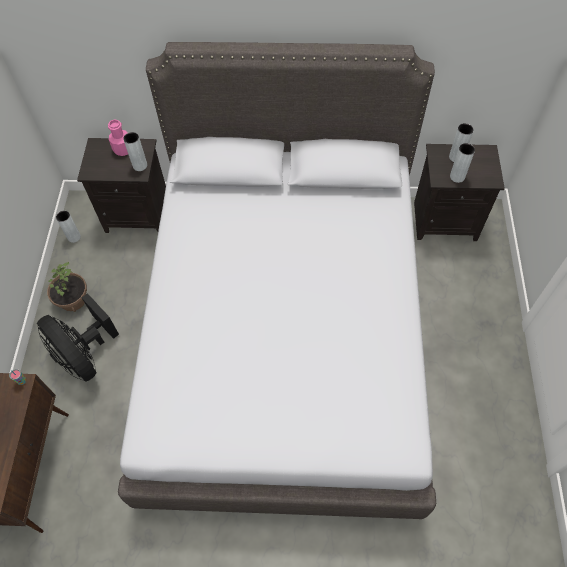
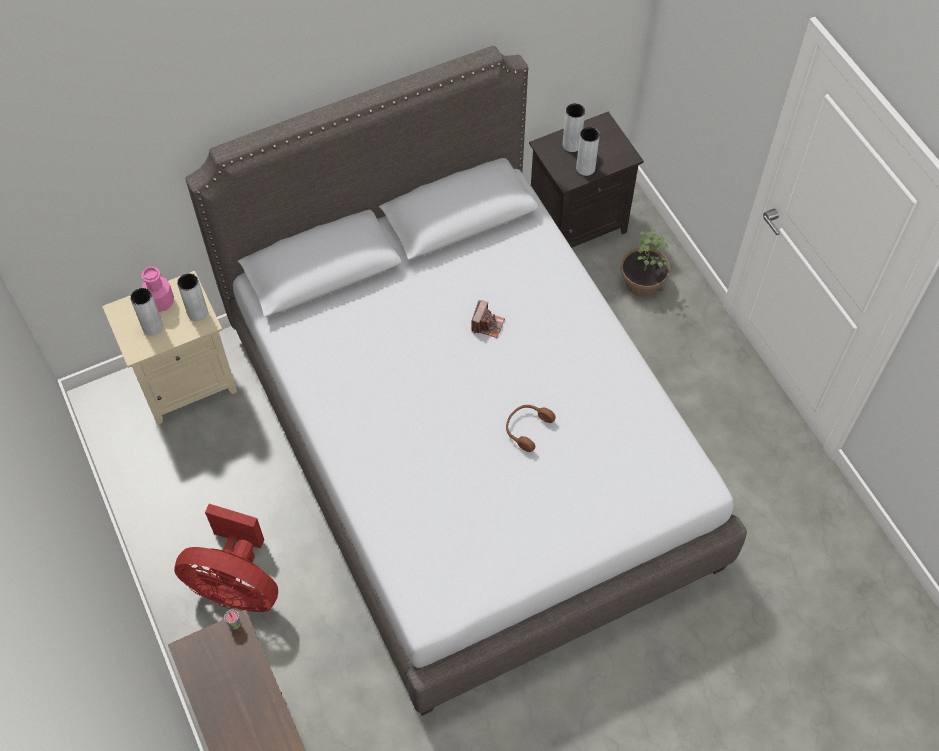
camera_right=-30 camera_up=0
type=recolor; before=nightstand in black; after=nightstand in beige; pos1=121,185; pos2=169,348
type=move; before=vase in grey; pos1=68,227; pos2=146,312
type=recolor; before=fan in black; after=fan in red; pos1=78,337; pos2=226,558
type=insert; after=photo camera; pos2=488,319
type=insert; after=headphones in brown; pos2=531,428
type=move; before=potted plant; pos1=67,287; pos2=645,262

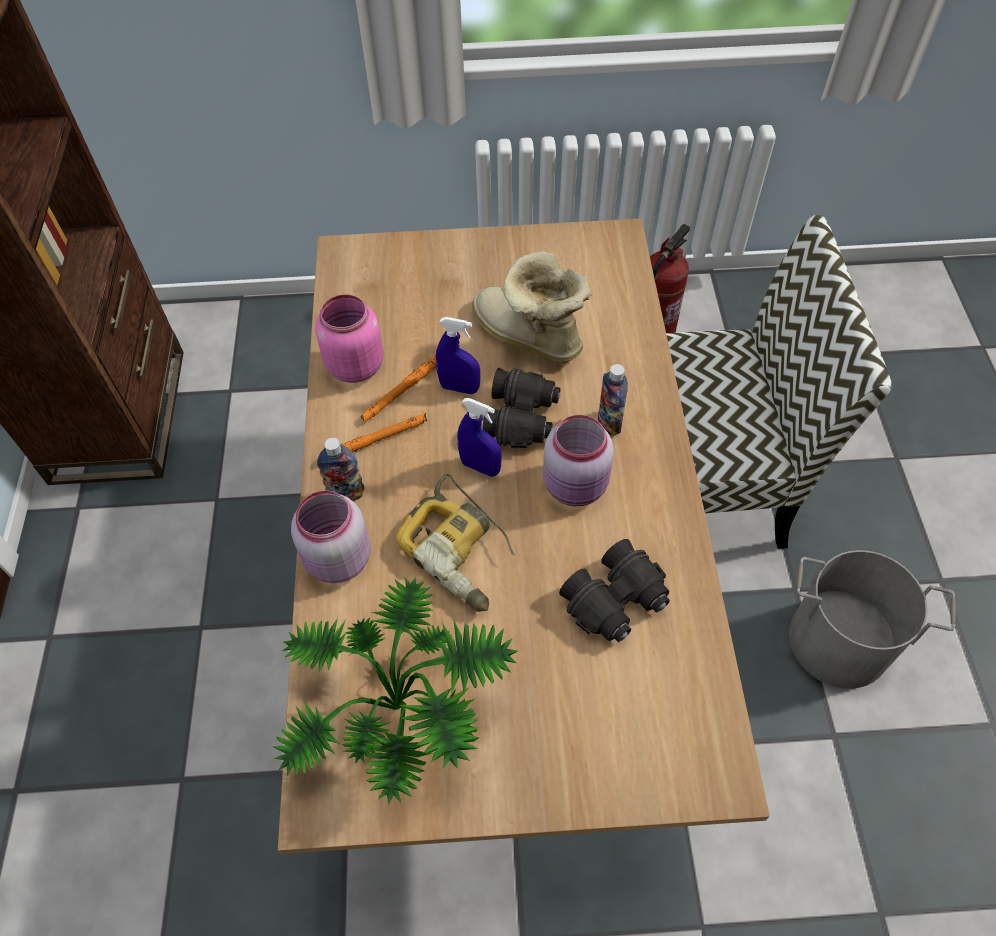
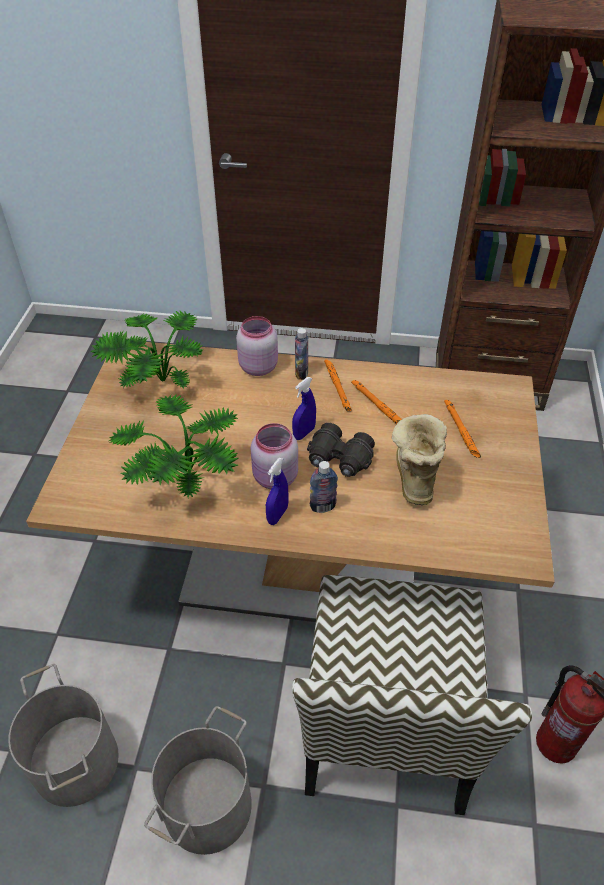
camera_right=100 camera_up=-10
type=insert; after=bucket in grey; pos2=63,735
type=replace; before=binoculars in black; after=potted plant; pos1=614,590; pos2=174,446
type=move; before=spray bottle in blue; pos1=458,355; pos2=277,491
type=rotate; before=boot; pos1=532,307; pos2=419,459; turn=-45
type=insert; after=flashlight in orange; pos2=462,429
type=delete; before=jar in pink; pos1=349,339
type=delete; before=power drill; pos1=455,543

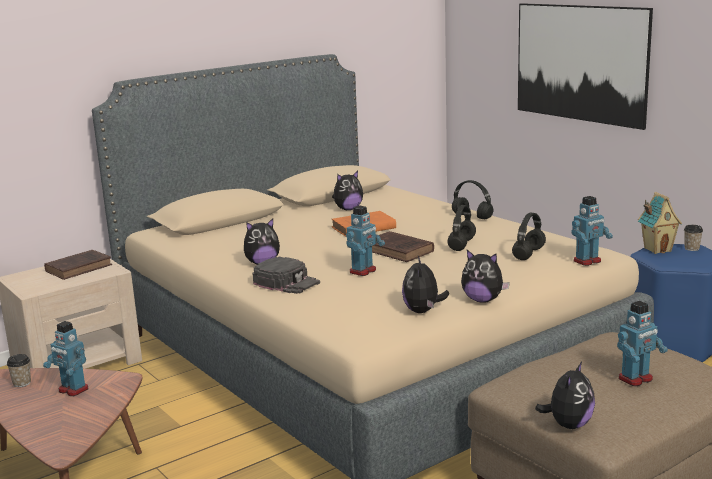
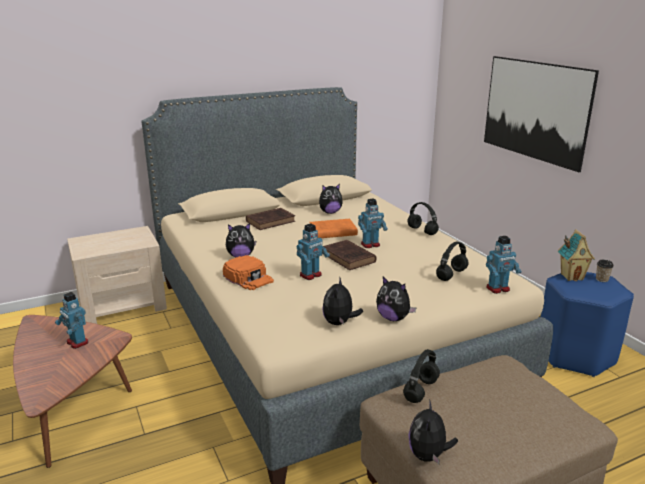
camera_right=10 camera_up=5
type=recolor; before=cap in black; after=cap in orange; pos1=286,275; pos2=248,272
type=move; before=book in brown; pos1=78,265; pos2=270,219
type=move; before=toy robot; pos1=642,343; pos2=373,223
type=move; before=headphones in black; pos1=462,228; pos2=421,376
type=rotate; before=plush toy; pos1=565,395; pos2=433,431; turn=150
type=delete; before=cup; pos1=19,370

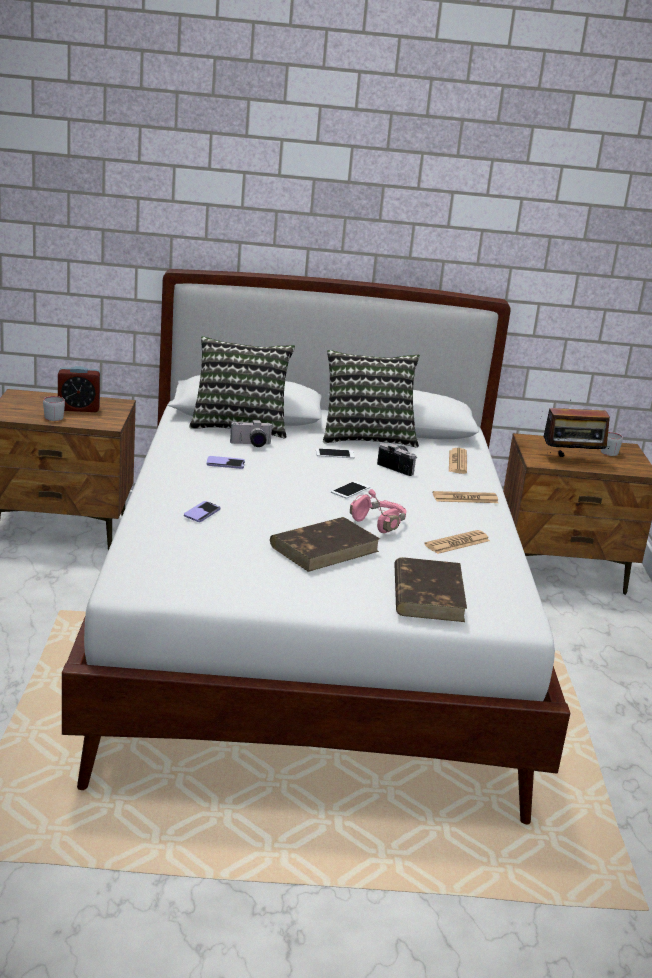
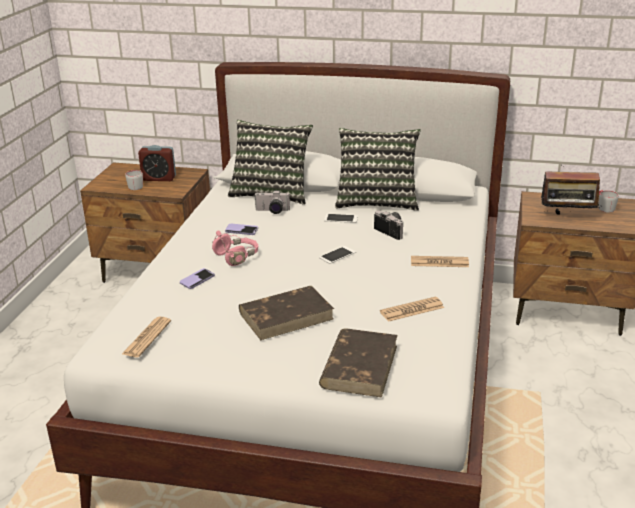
camera_right=15 camera_up=5
type=move; before=newspaper; pos1=458,461; pos2=146,337
type=move; before=headphones in pink; pos1=378,511; pos2=235,248

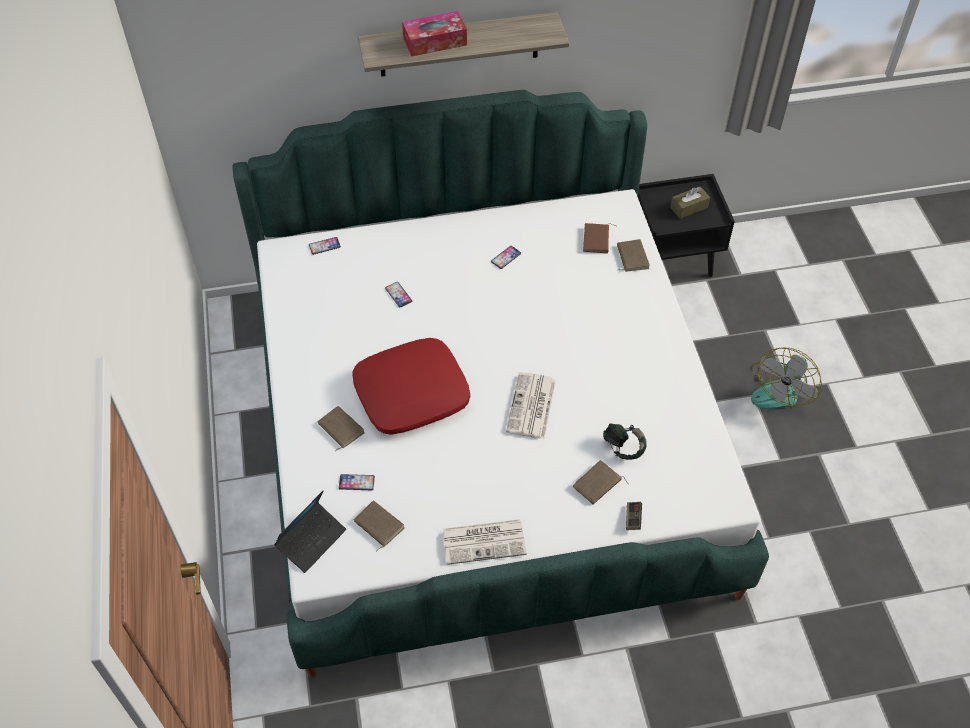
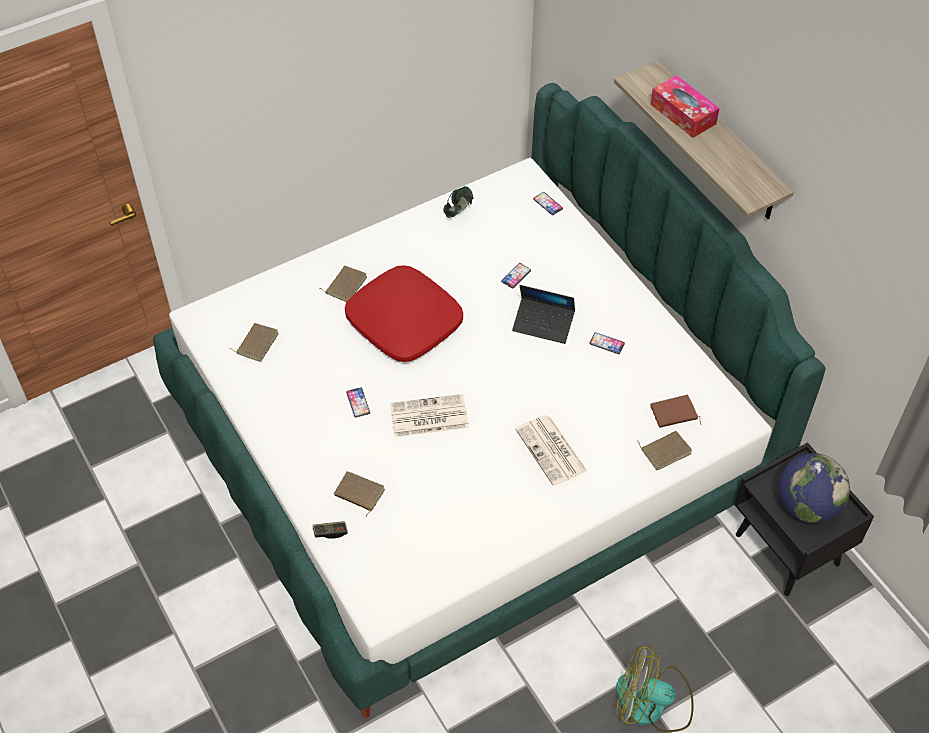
camera_right=70 camera_up=0
type=move; before=phone; pos1=357,482; pos2=358,402
type=move; before=headphones; pos1=625,441; pos2=458,202
type=move; before=laptop; pos1=310,532; pos2=543,314
type=move; before=newspaper; pos1=485,542; pos2=551,450
type=replace; before=tissue box in brown; after=globe; pos1=690,202; pos2=814,488

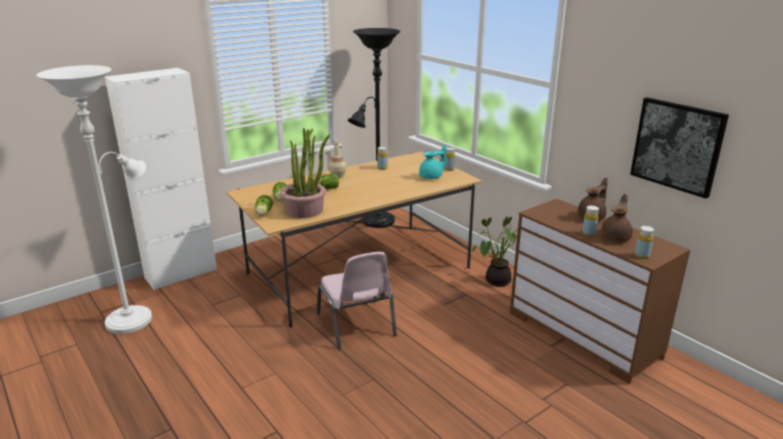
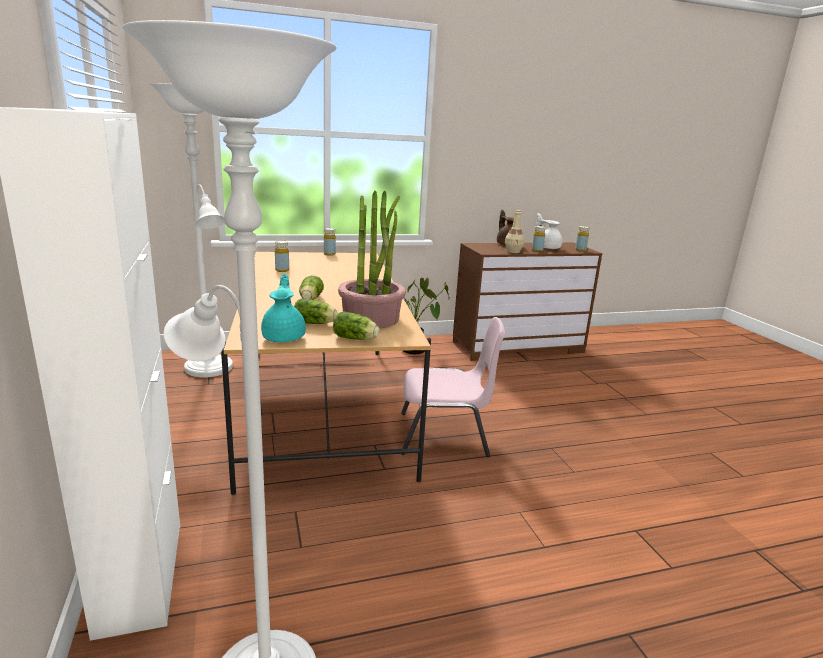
camera_right=-70 camera_up=-5
type=recolor; before=floor lamp in black; after=floor lamp in white; pos1=374,128; pos2=191,230
type=move; before=teapot in turquoise; pos1=432,162; pos2=283,307
type=move; before=bottle in beige; pos1=337,159; pos2=515,231
type=recolor; before=teapot in brown; after=teapot in white; pos1=617,218; pos2=549,231
type=delete; before=picture; pos1=679,147

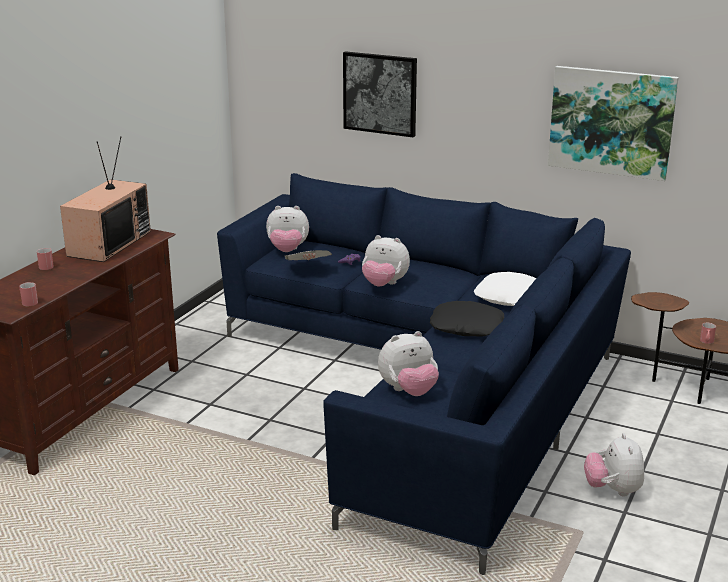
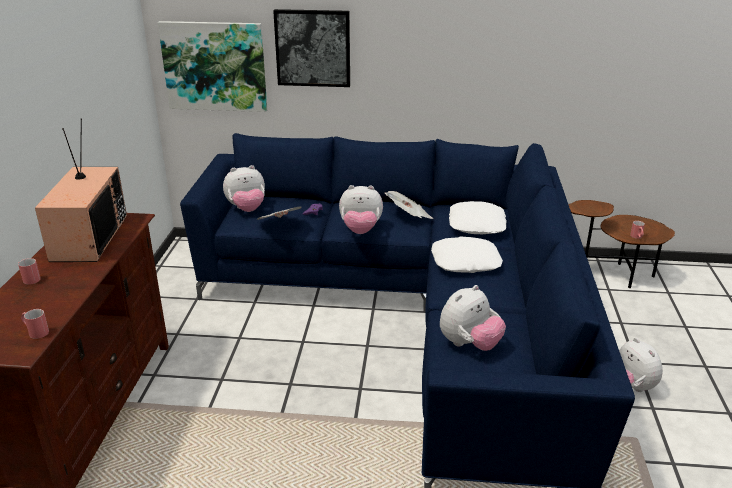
camera_right=-20 camera_up=5
type=move; before=picture; pos1=613,123; pos2=212,66
type=insert; after=newspaper; pos2=409,205
type=recolor; before=pillow in black; after=pillow in white; pos1=467,318; pos2=467,254

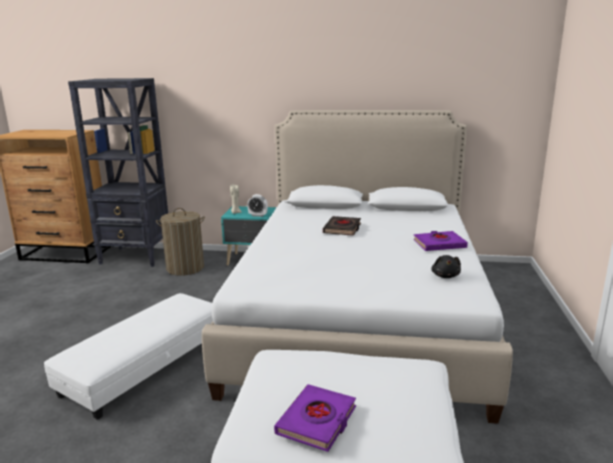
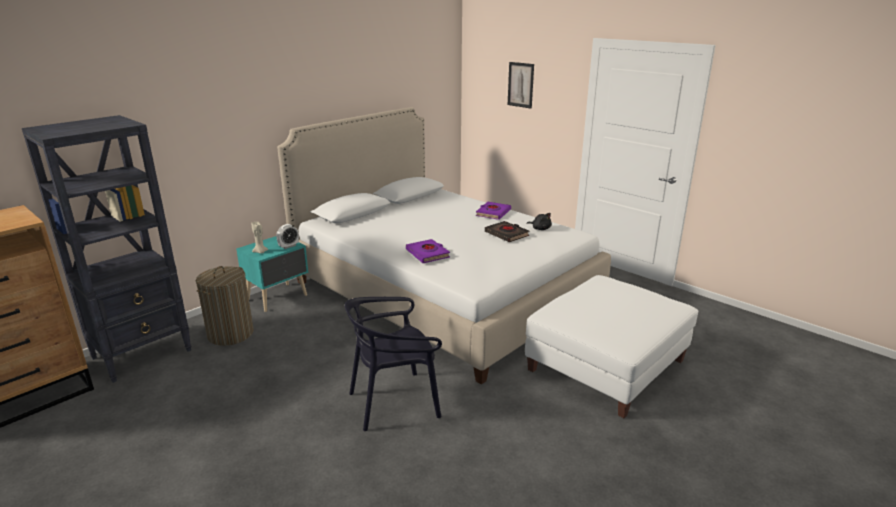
camera_right=-55 camera_up=5
type=replace; before=ottoman in white; after=chair in black; pos1=128,356; pos2=393,364
type=move; before=book in purple; pos1=315,418; pos2=428,251
type=move; before=book in black; pos1=342,226; pos2=507,231
type=insert; after=picture; pos2=521,85

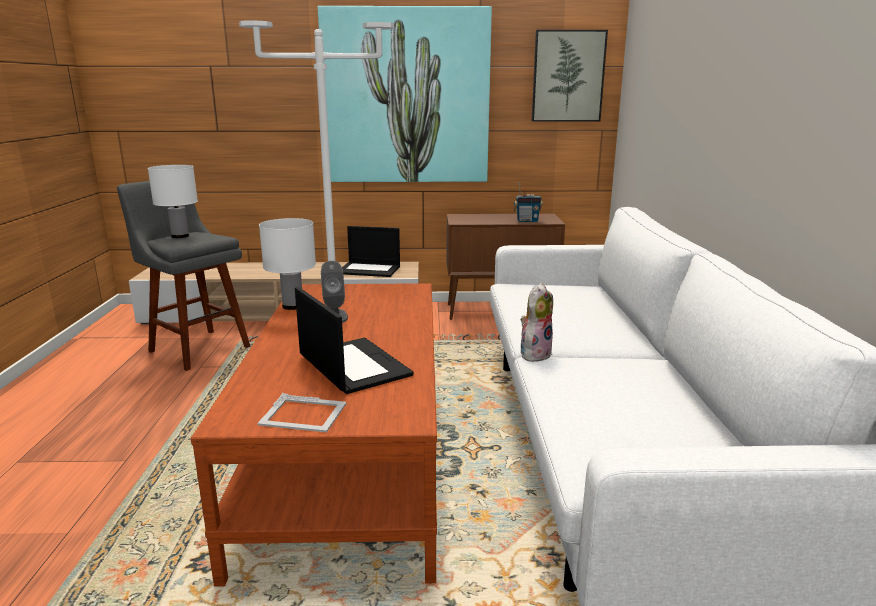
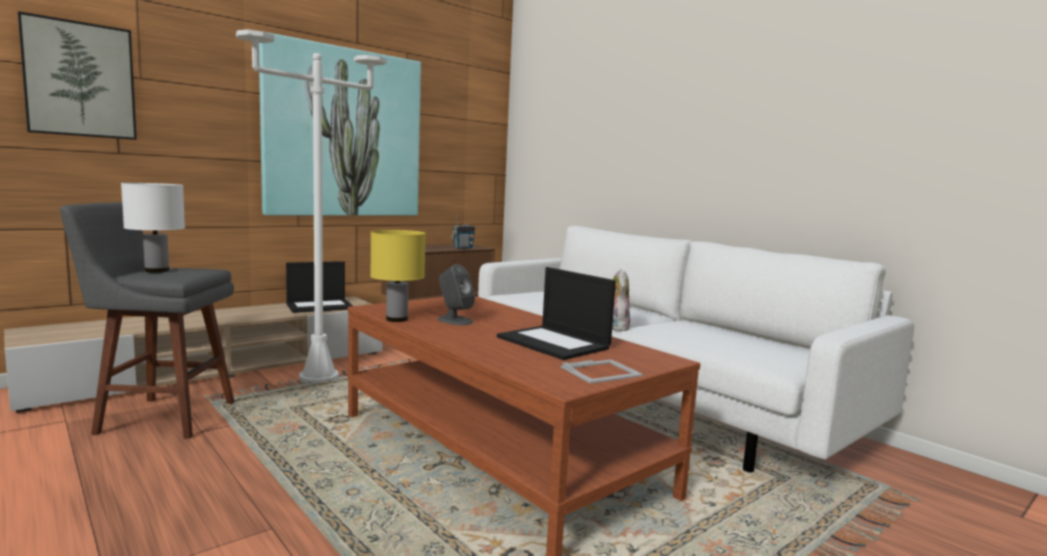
camera_right=-40 camera_up=-10
type=move; before=picture; pos1=570,76; pos2=77,75
type=recolor; before=table lamp in white; after=table lamp in yellow; pos1=287,264; pos2=398,276
type=rotate; before=laptop; pos1=354,340; pos2=556,313; turn=-150

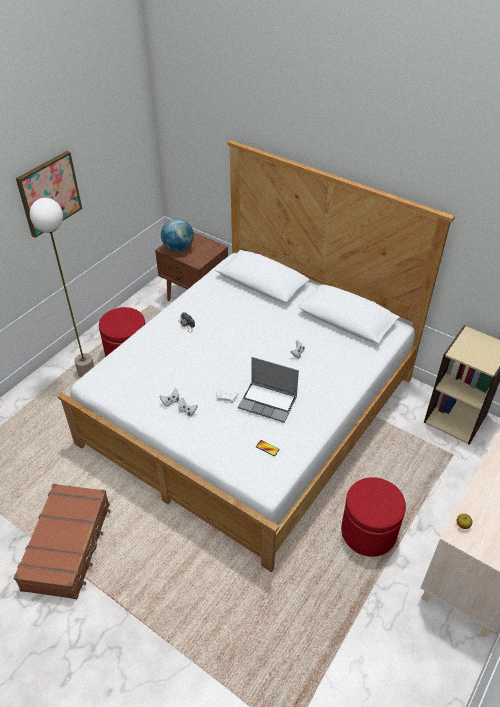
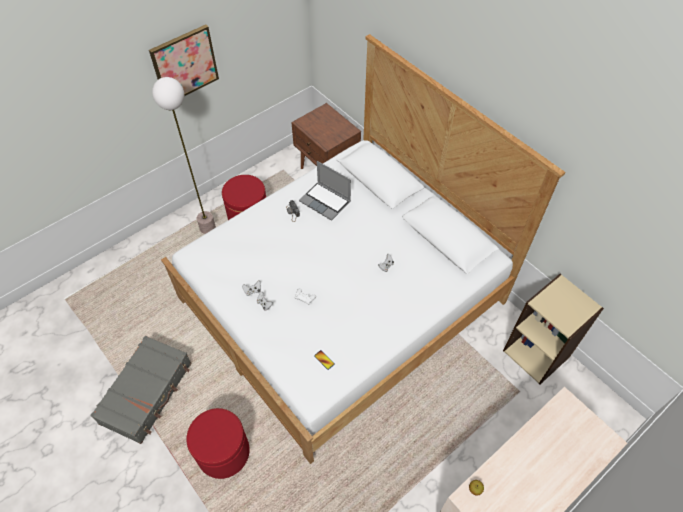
camera_right=15 camera_up=10
type=recolor; before=suitcase in brown; after=suitcase in grey; pos1=62,541; pos2=140,390
type=move; before=ottoman in red; pos1=373,517; pos2=218,443
type=move; before=laptop; pos1=268,390; pos2=325,191
type=delete; before=globe; pos1=177,234

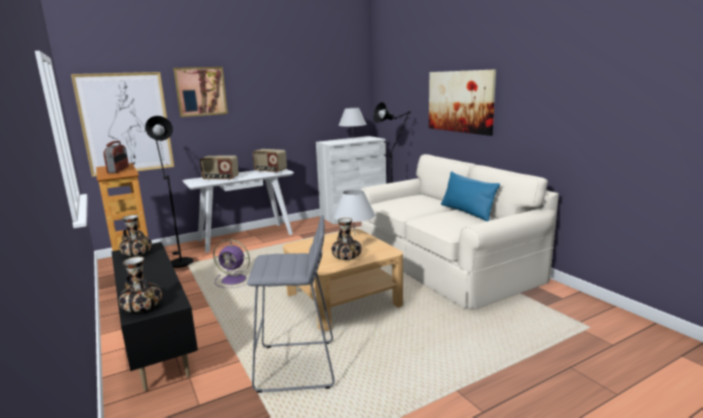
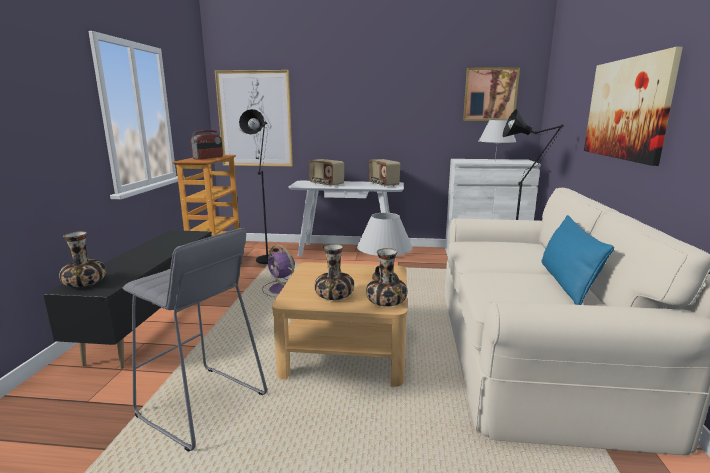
camera_right=35 camera_up=0
type=move; before=vase; pos1=135,235; pos2=386,277
type=move; before=picture; pos1=200,92; pos2=491,94

